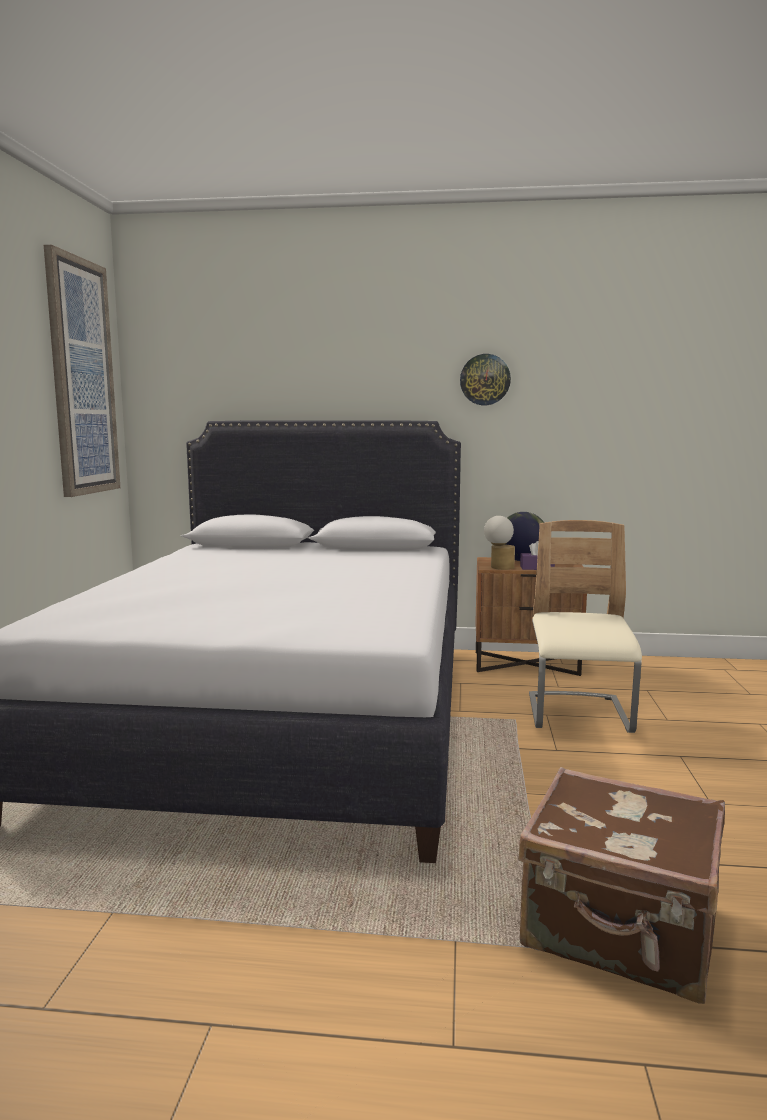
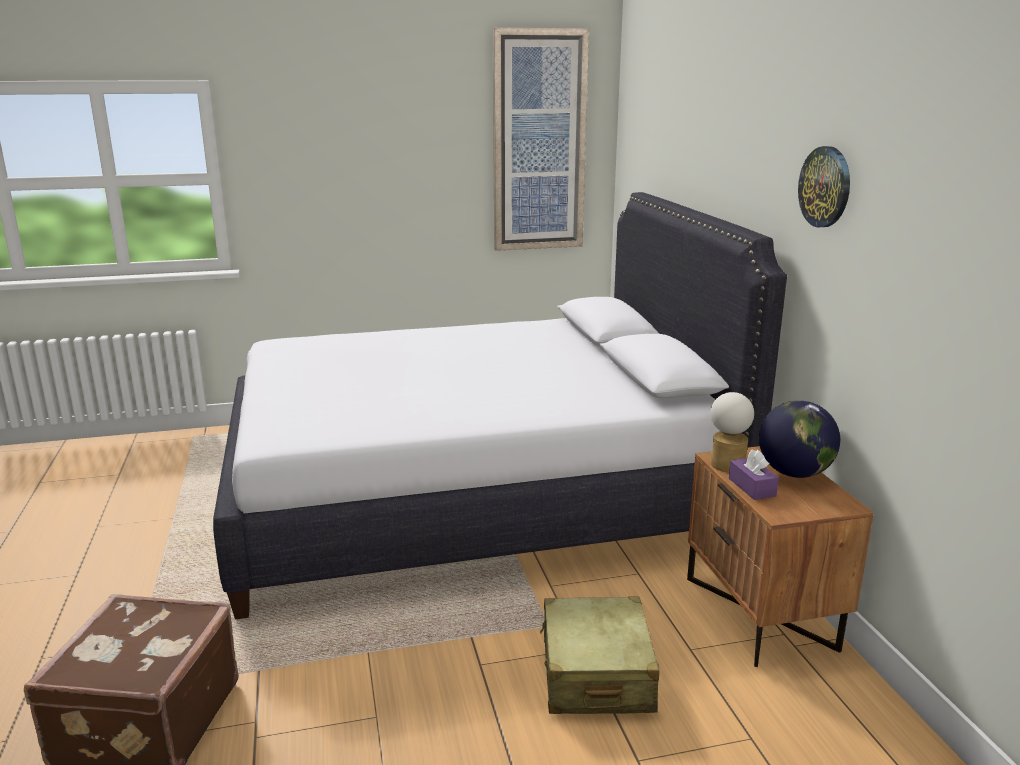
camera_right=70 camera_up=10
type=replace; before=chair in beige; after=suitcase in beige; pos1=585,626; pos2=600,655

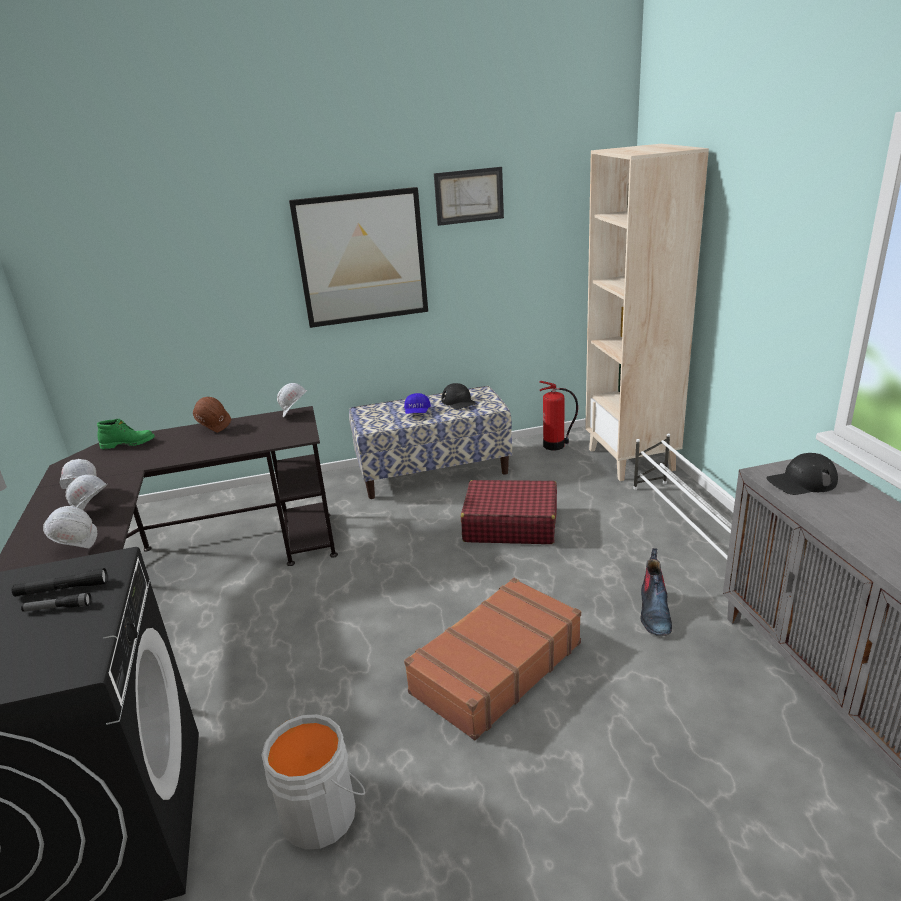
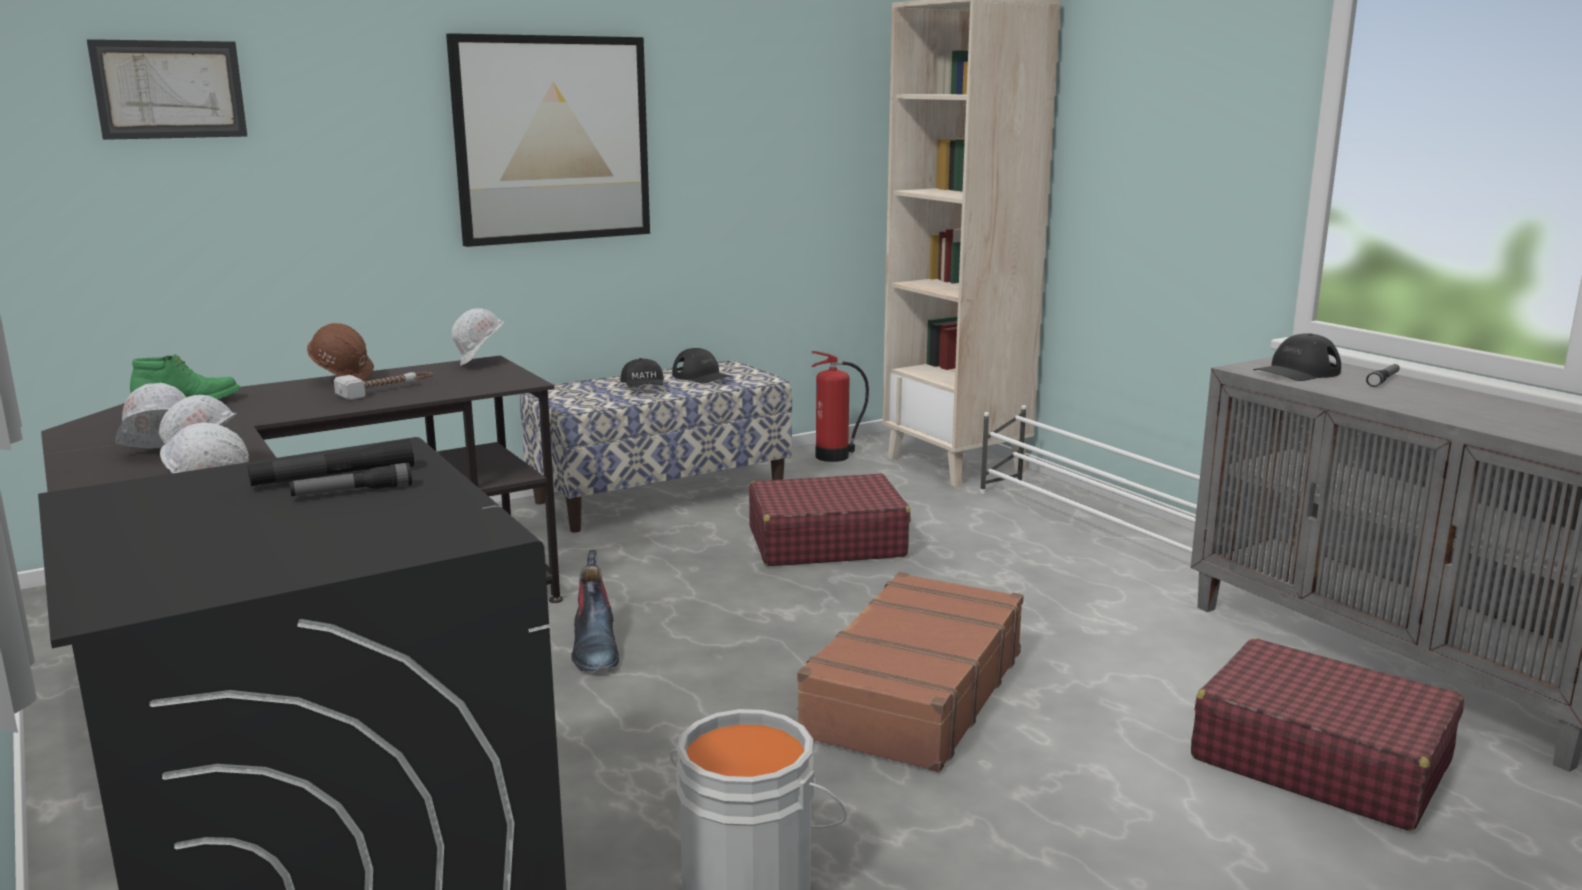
camera_right=-20 camera_up=-10
type=move; before=picture; pos1=469,196; pos2=167,89
type=insert; after=hammer; pos2=383,386
type=move; before=boot; pos1=656,592; pos2=595,611
type=recolor; before=cap in blue; after=cap in black; pos1=417,403; pos2=642,372
type=insert; after=suitcase in red; pos2=1327,734
type=insert; after=flashlight; pos2=1383,375

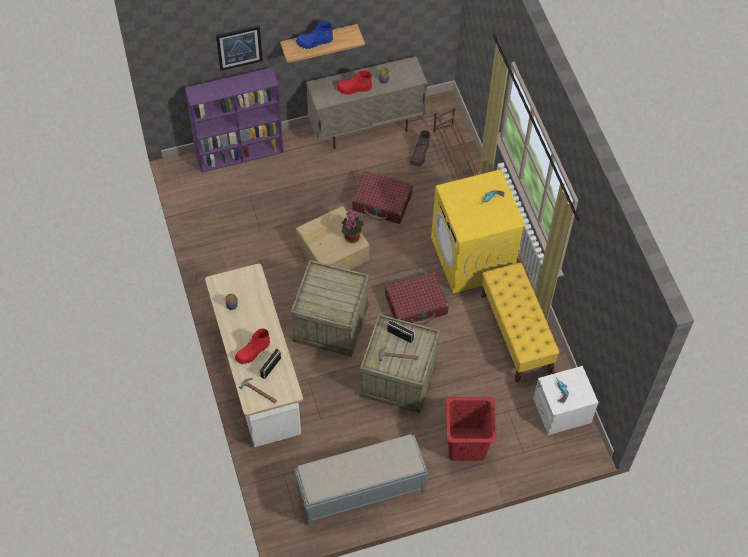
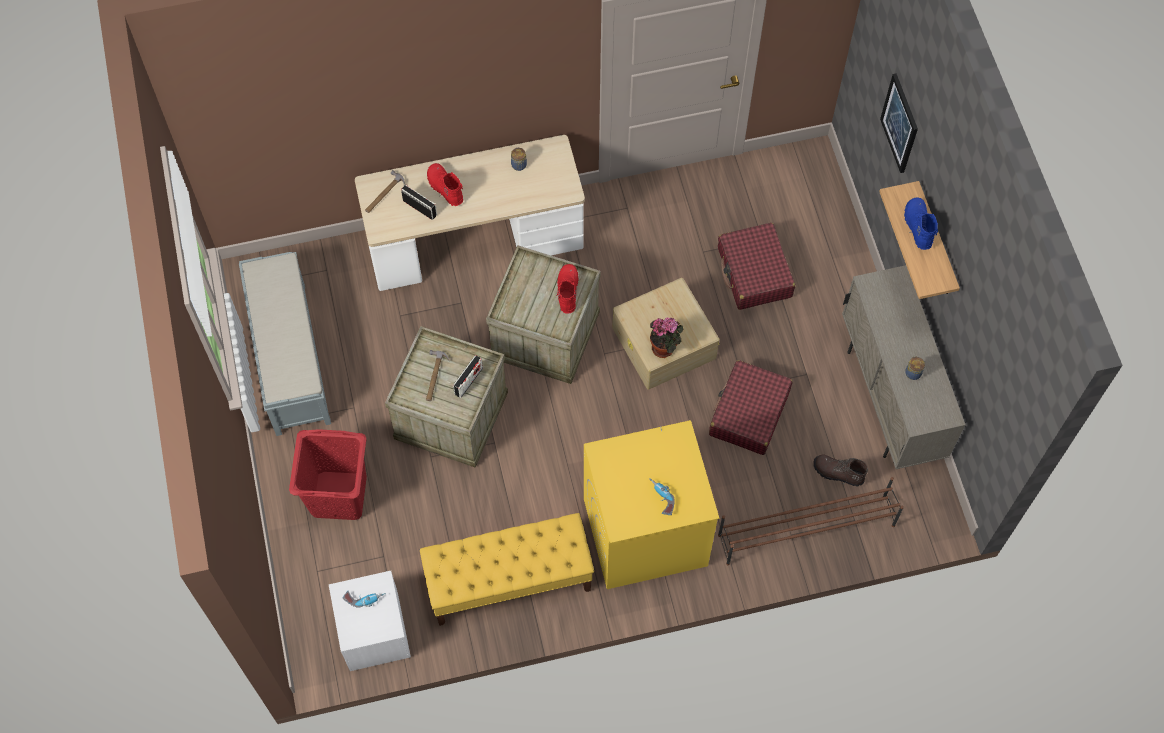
camera_right=95 camera_up=5
type=move; before=boot in red; pos1=354,82; pos2=567,288
type=move; before=suitcase in red; pos1=417,298; pos2=756,266
type=delete; before=bookcase in purple; pos1=234,120

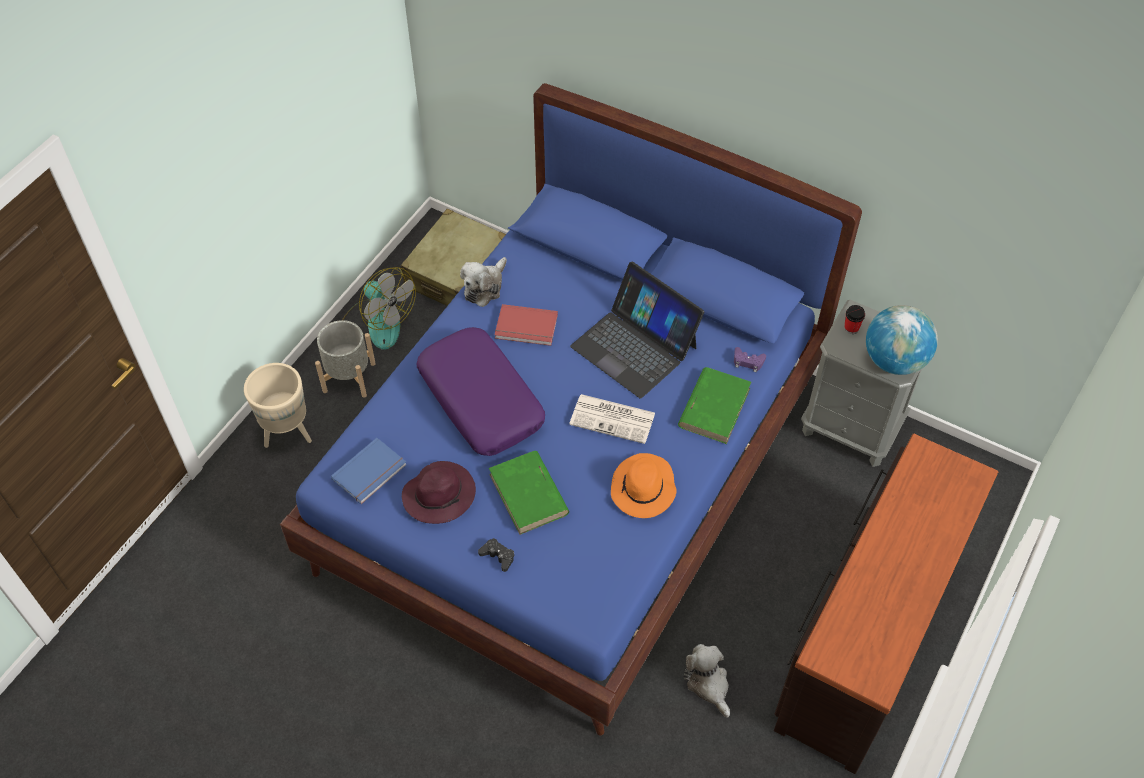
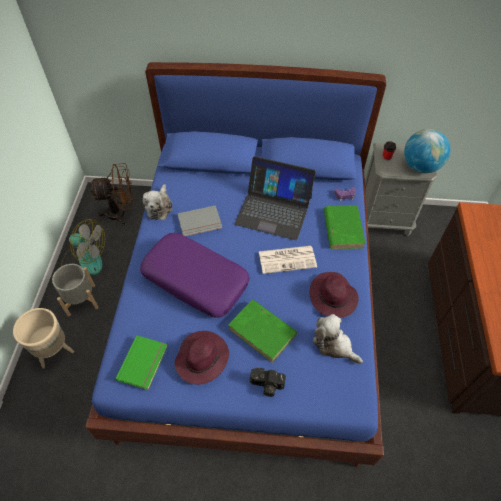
camera_right=-25 camera_up=0
type=replace; before=suitcase in beige; after=fan in brown; pos1=453,257; pos2=111,194
type=recolor; before=book in blue; after=book in green; pos1=369,471; pos2=142,362
type=recolor; before=book in red; after=book in grey; pos1=526,325; pos2=199,220
type=replace; before=game controller in black; after=photo camera; pos1=496,555; pos2=268,382
type=recolor; before=hat in orange; after=hat in purple; pos1=644,485; pos2=334,295
type=move; before=plush toy; pos1=707,681; pos2=338,339

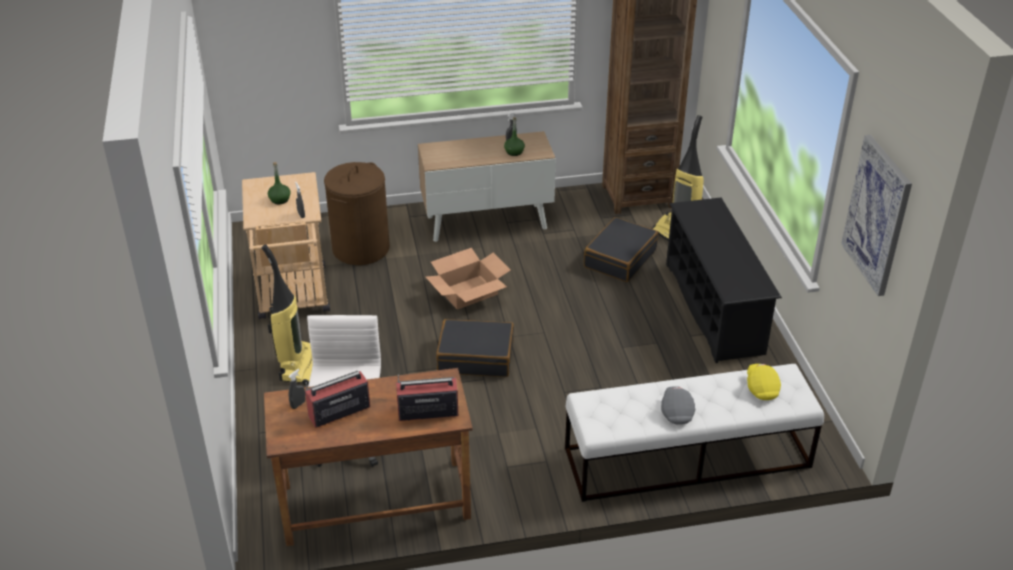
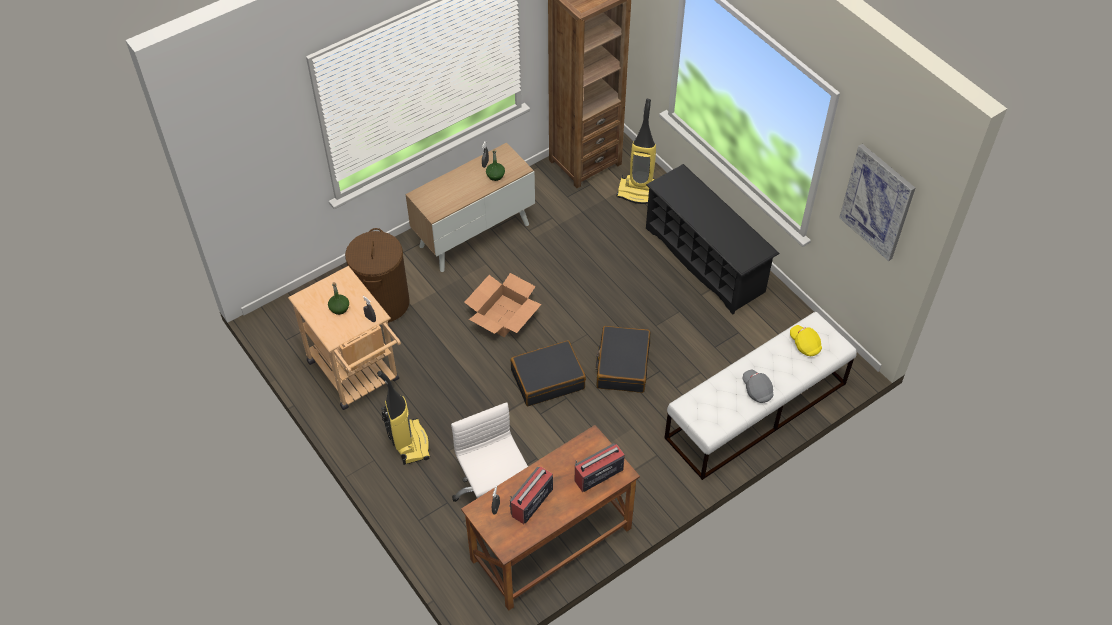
camera_right=-25 camera_up=15
type=move; before=suitcase in black; pos1=621,249; pos2=623,359

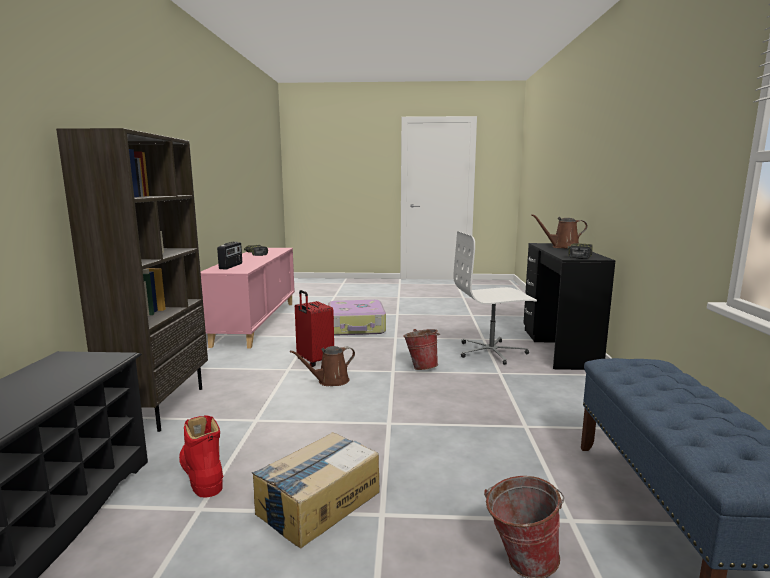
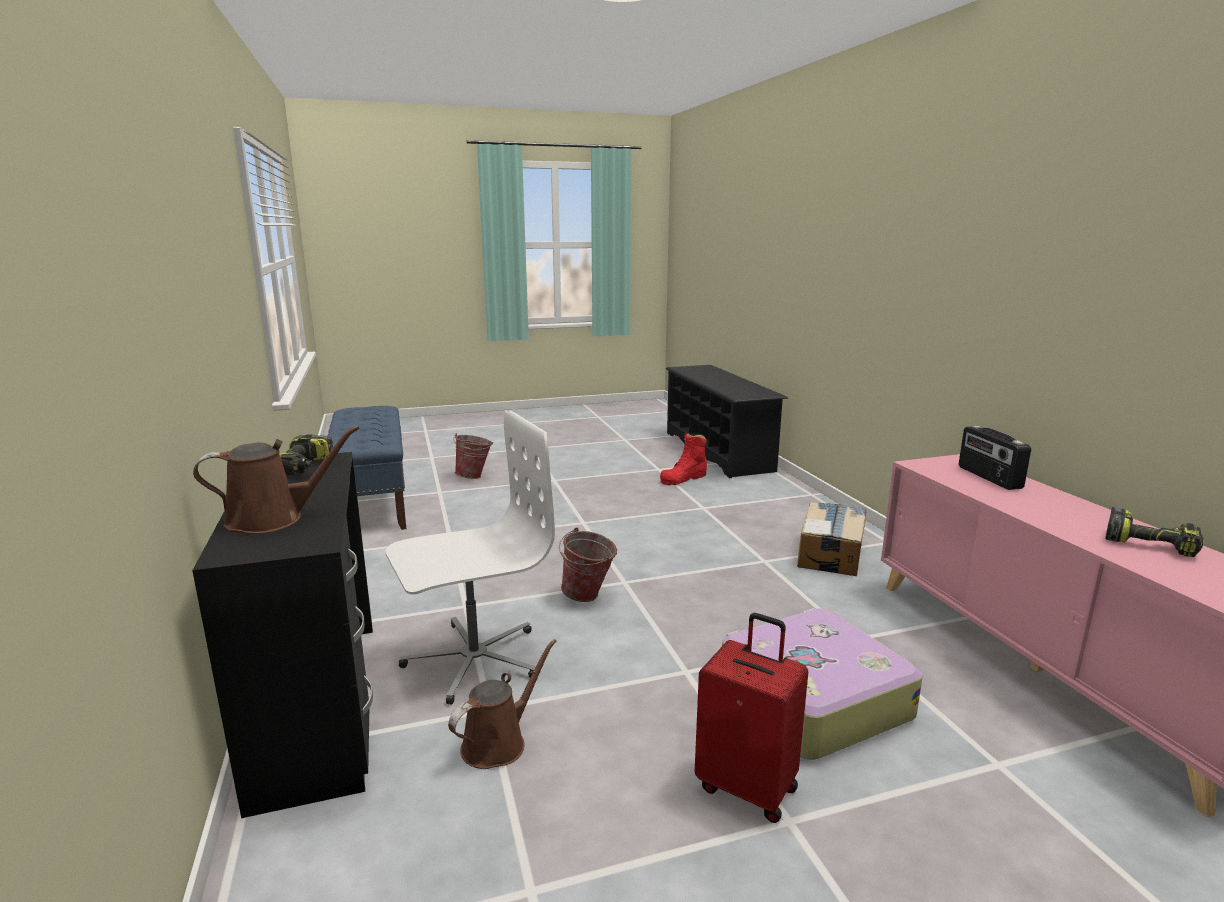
camera_right=160 camera_up=5
type=move; before=watering can in brown; pos1=322,366; pos2=502,704
type=rotate; before=boot in red; pos1=201,456; pos2=683,459; turn=105
type=move; before=suitcase in red; pos1=314,328; pos2=751,718
type=move; before=cardboard box; pos1=315,490; pos2=831,538
type=delete; before=bookcase in brown; pos1=132,280

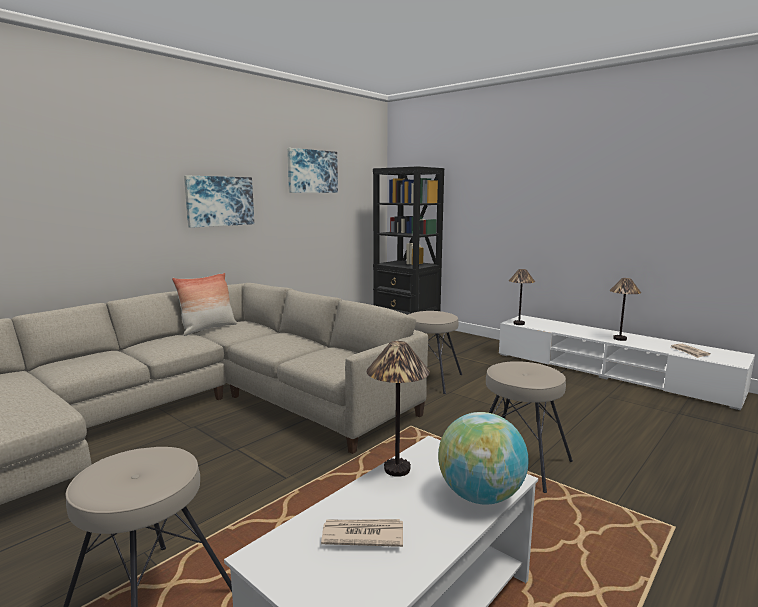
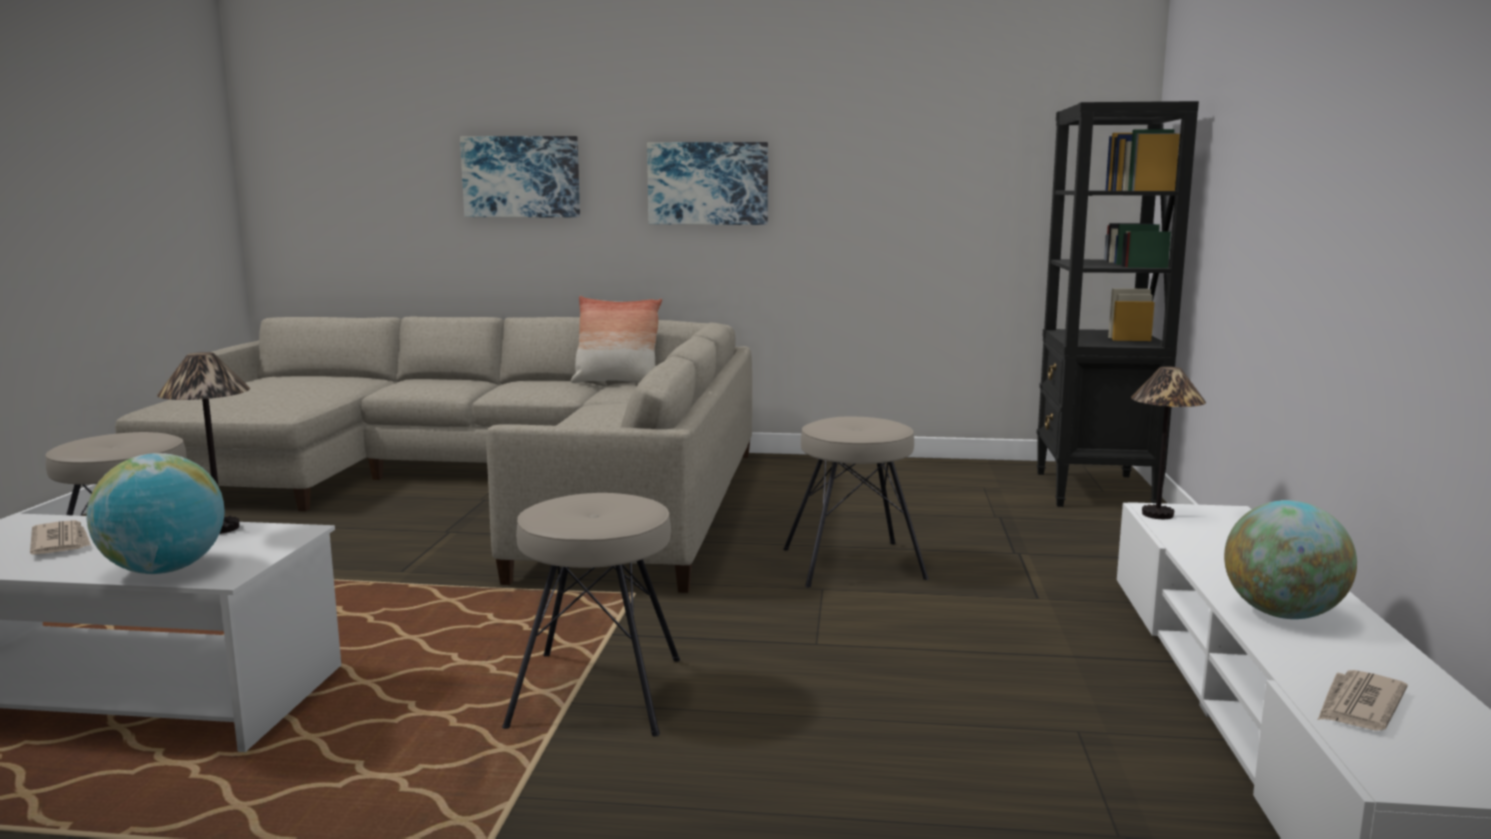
camera_right=55 camera_up=0
type=move; before=picture; pos1=312,170; pos2=520,176
type=replace; before=table lamp; after=globe; pos1=625,309; pos2=1290,559

